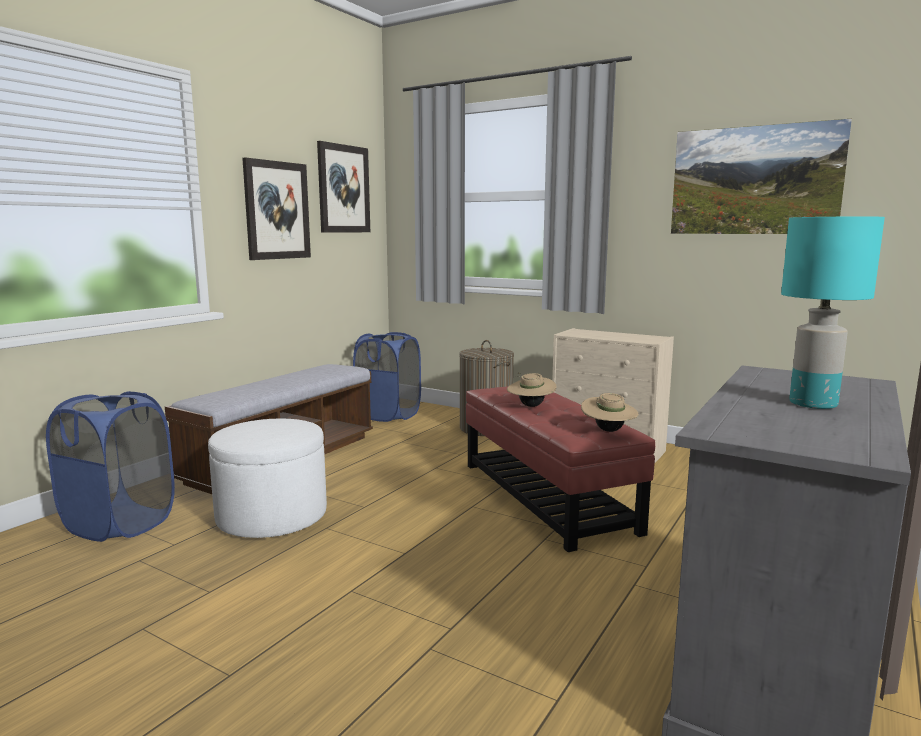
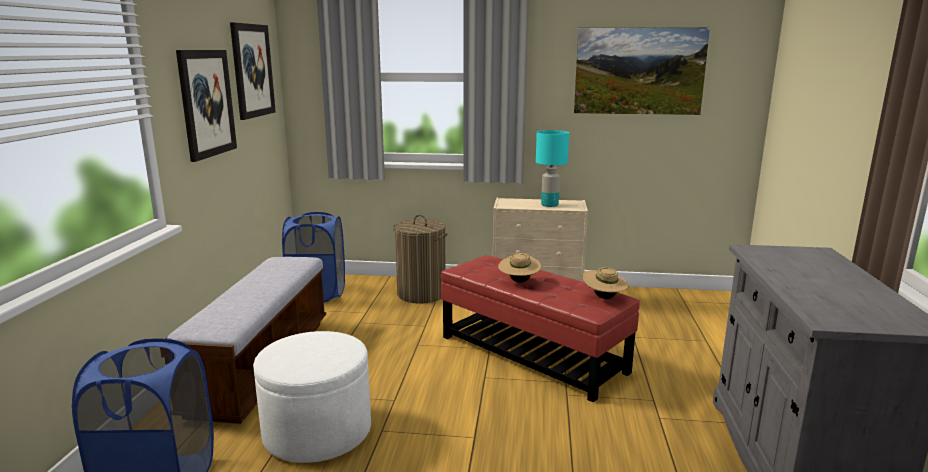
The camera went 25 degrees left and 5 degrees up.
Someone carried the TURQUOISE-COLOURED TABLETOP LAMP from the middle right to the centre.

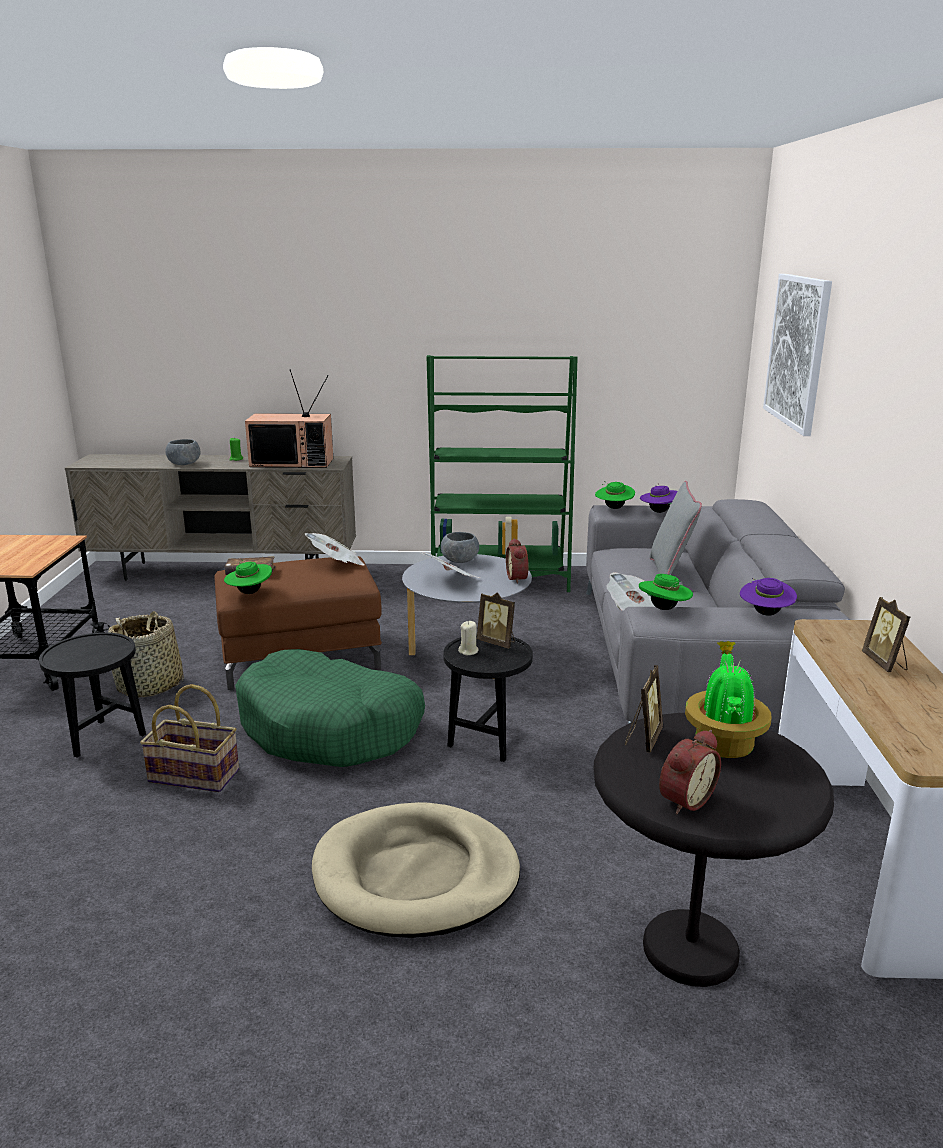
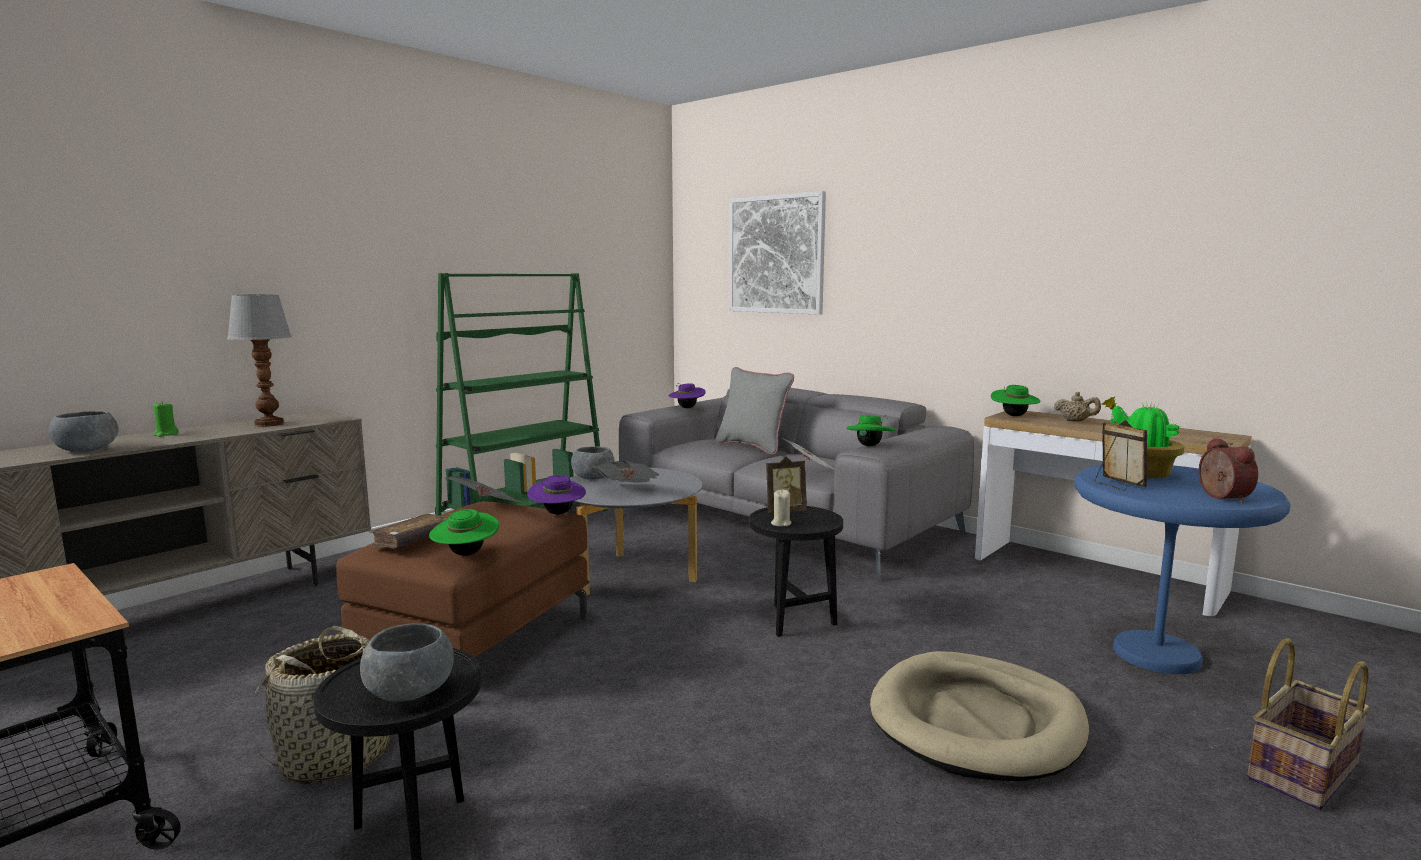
The camera went 50 degrees left and 10 degrees down.
Someone took away the GREENISH DOG BED at the centre.
Someone took away the BEDSIDE CLOCK (1st from left) at the centre.
Someone put down the GREY SERVING BOWL (2nd from left) at the bottom left.
Someone carried the HOUSEHOLD BASKET (2nd from left) from the middle left to the bottom right.
Someone carried the GREENISH WEARABLE HAT (2nd from left in the first image) from the centre to the middle right.
Someone carried the PURPLE WEARABLE HAT (2nd from left in the first image) from the middle right to the centre.
Someone swapped the TELEVISION at the middle left for the TABLETOP LAMP at the middle left.
Someone swapped the STANDING FRAME (3rd from left) at the middle right for the BEIGE-COLOURED TEAPOT at the middle right.
Someone repainted the BLACKISH SIDE TABLE (3rd from left) at the bottom right, which became the BLUE-COLOURED SIDE TABLE at the middle right.

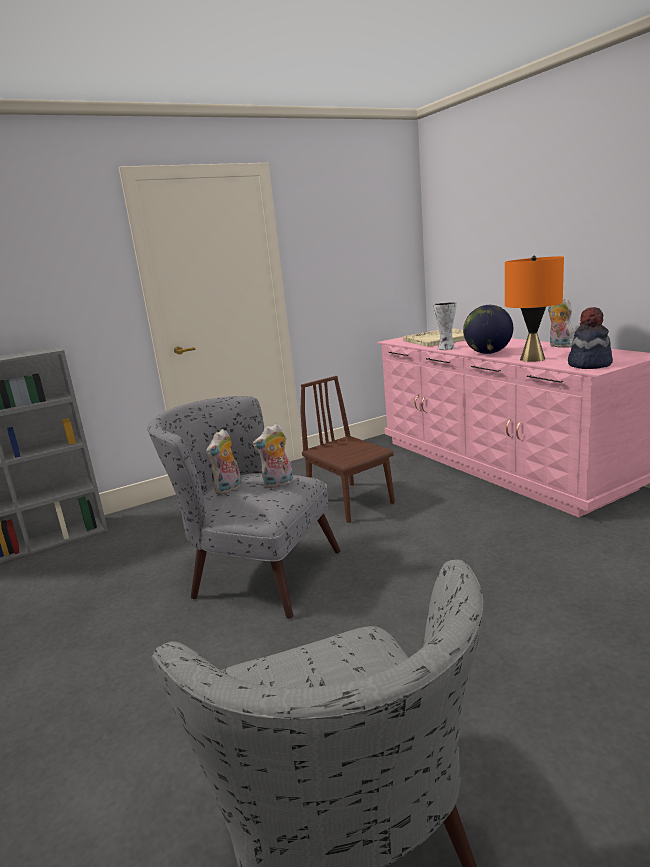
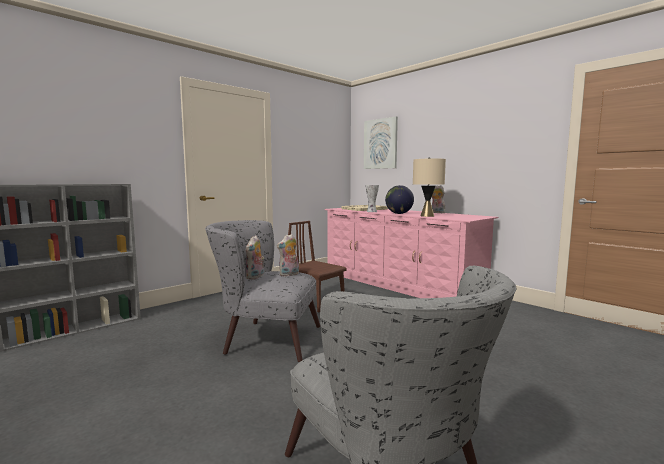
The camera went 15 degrees left and 10 degrees down.
Someone took away the WEARABLE HAT at the middle right.
Someone put up the WALL ART at the top centre.
Someone repainted the ORANGE-COLOURED TABLETOP LAMP at the middle right, which became the BEIGE-COLOURED TABLETOP LAMP at the centre.

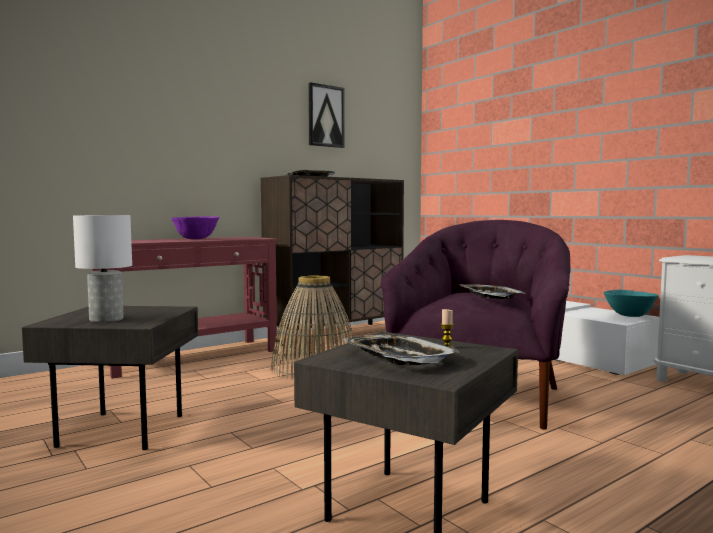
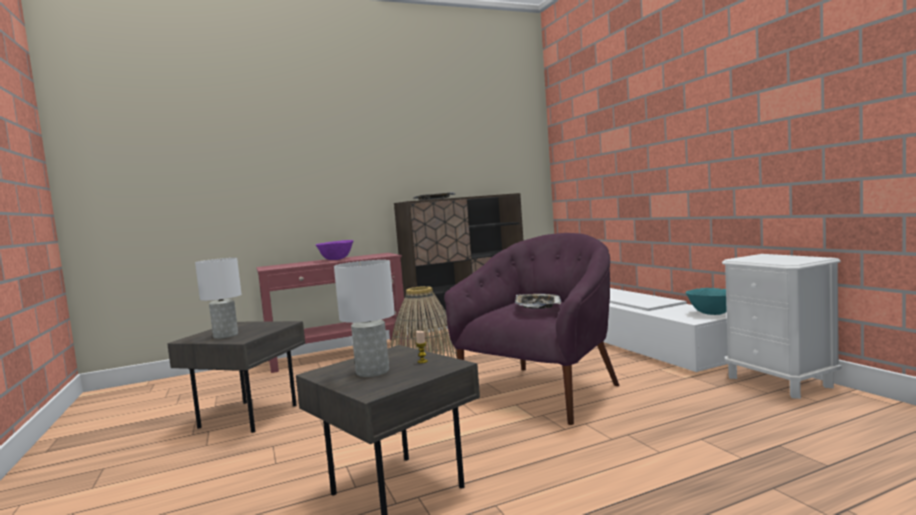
The camera went 15 degrees right and 0 degrees up.
Someone took away the WALL ART at the top centre.
Someone swapped the TRAY (2nd from left) at the centre for the WHITISH TABLETOP LAMP (2nd from left) at the centre.

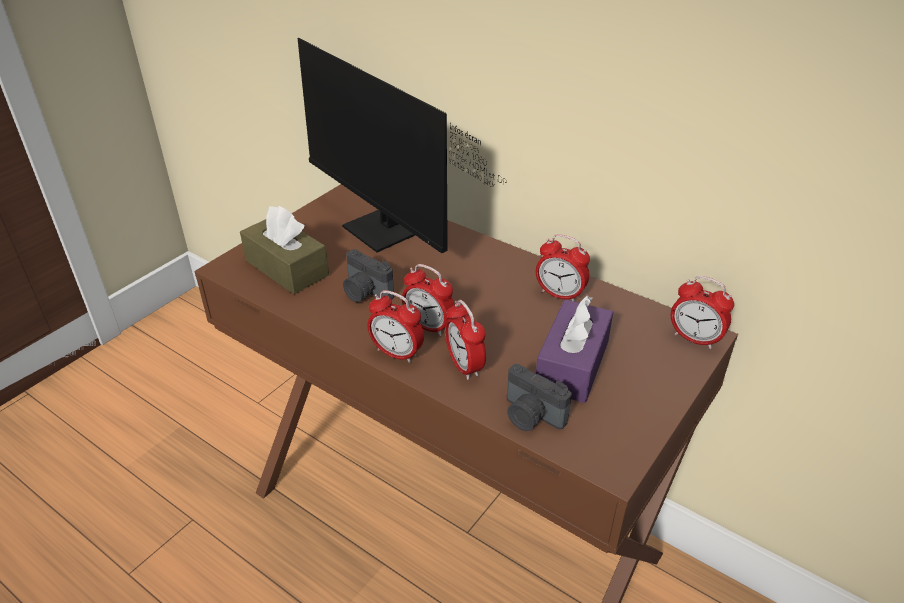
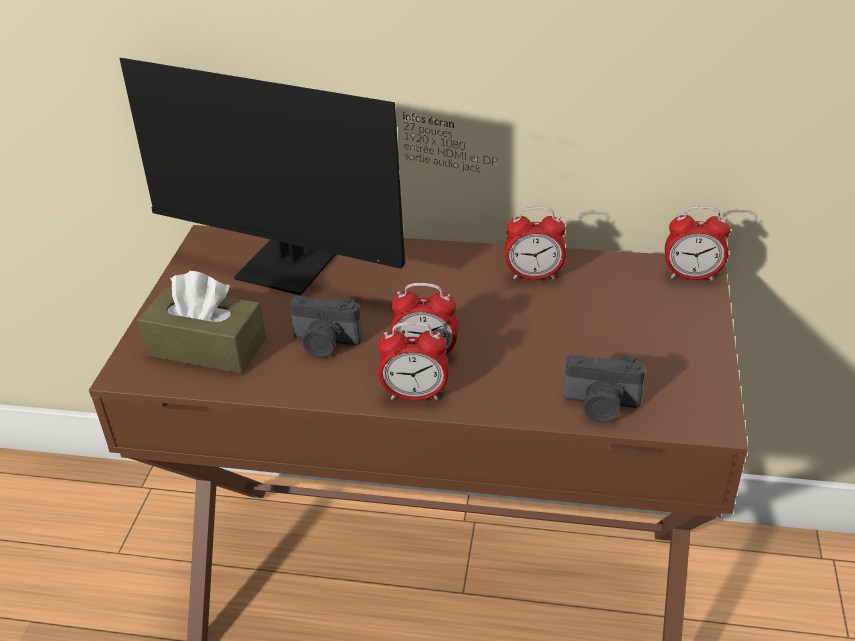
The camera went 25 degrees left and 0 degrees up.
Someone took away the BEDSIDE CLOCK (3rd from left) at the centre.
Someone took away the PURPLE BOX OF TISSUES at the centre.

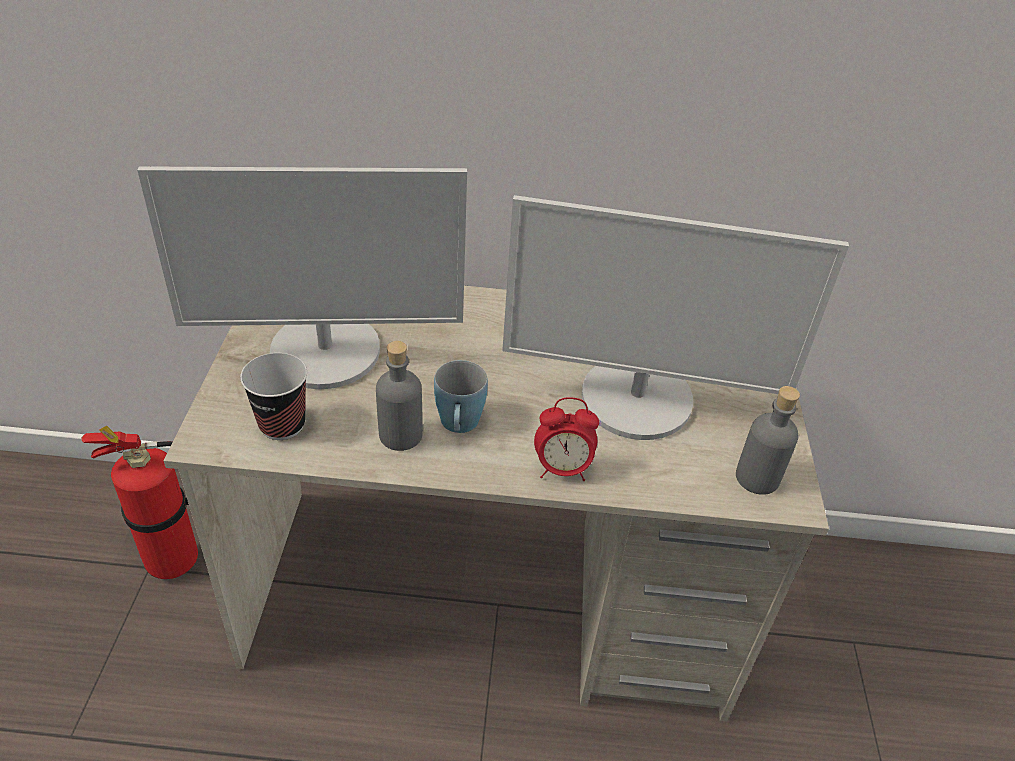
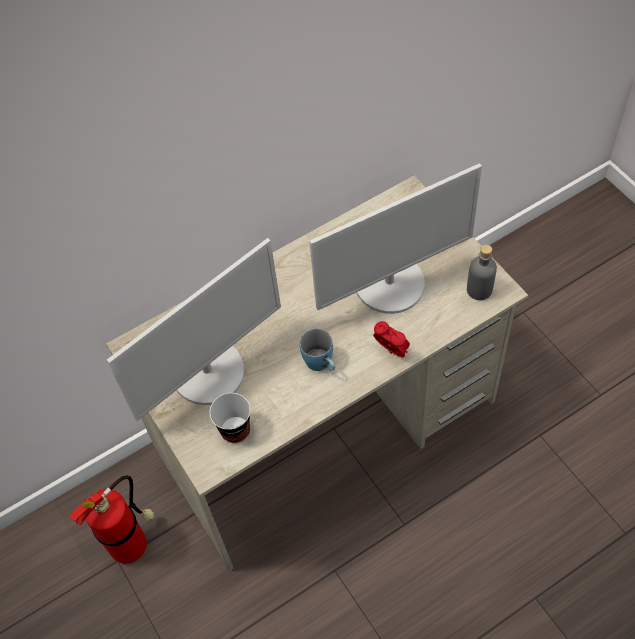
The camera went 30 degrees left and 15 degrees up.
Someone took away the GREY BEVERAGE BOTTLE (1st from left) at the centre.
Someone rotated the BEDSIDE CLOCK at the centre by 105 degrees counterclockwise.

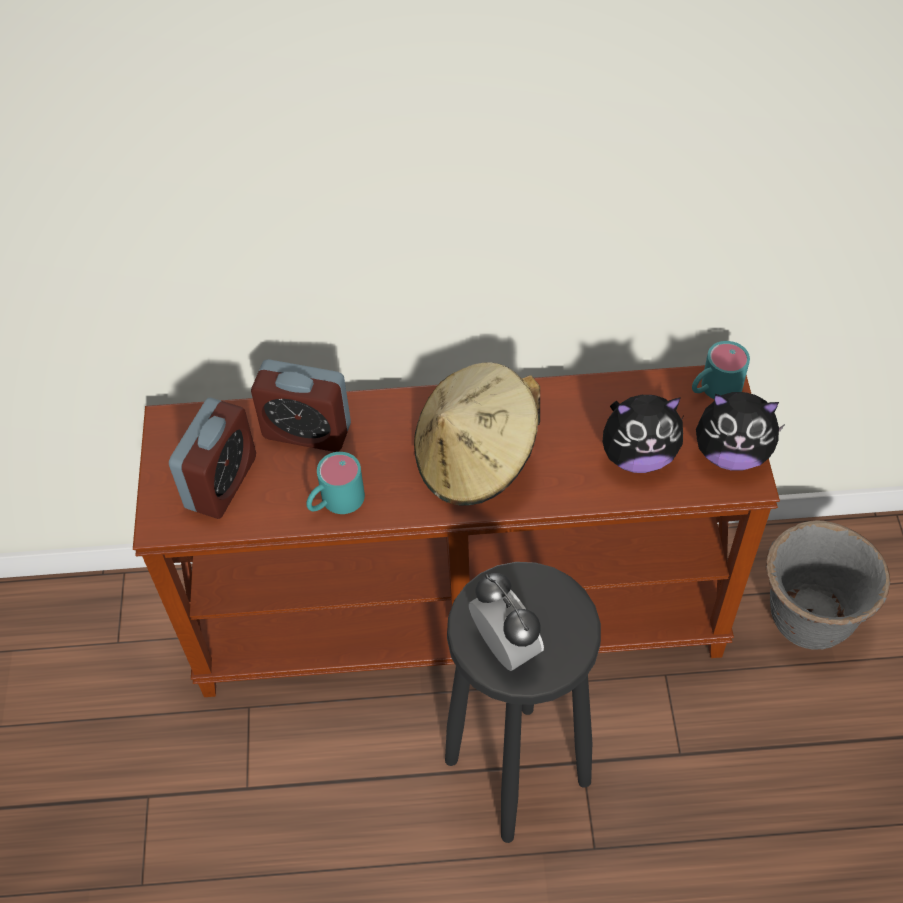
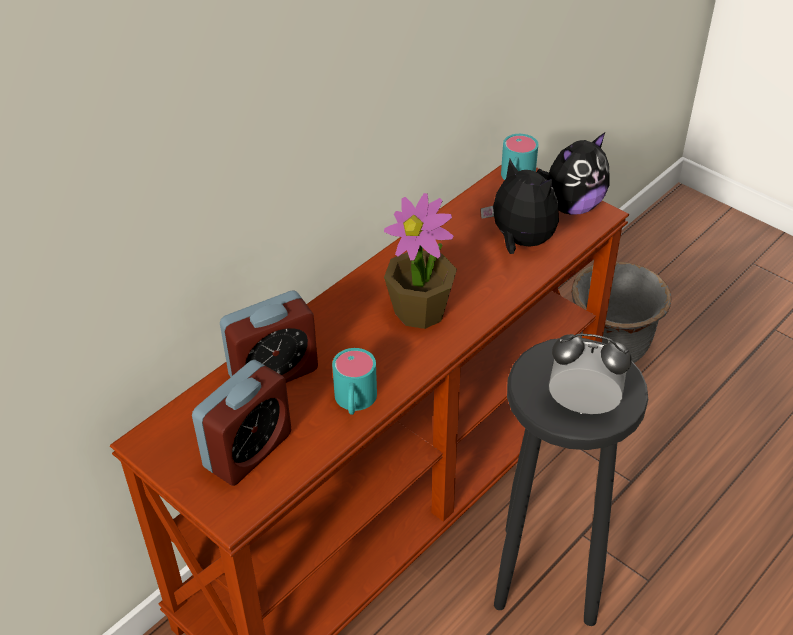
The camera went 45 degrees left and 10 degrees down.
Someone swapped the BEIGE-COLOURED WEARABLE HAT at the centre for the POTTED PLANT at the centre.
Someone rotated the BEDSIDE CLOCK (1st from left) at the middle left by 60 degrees clockwise.
Someone rotated the SOFT TOY (1st from left) at the middle right by 90 degrees counterclockwise.

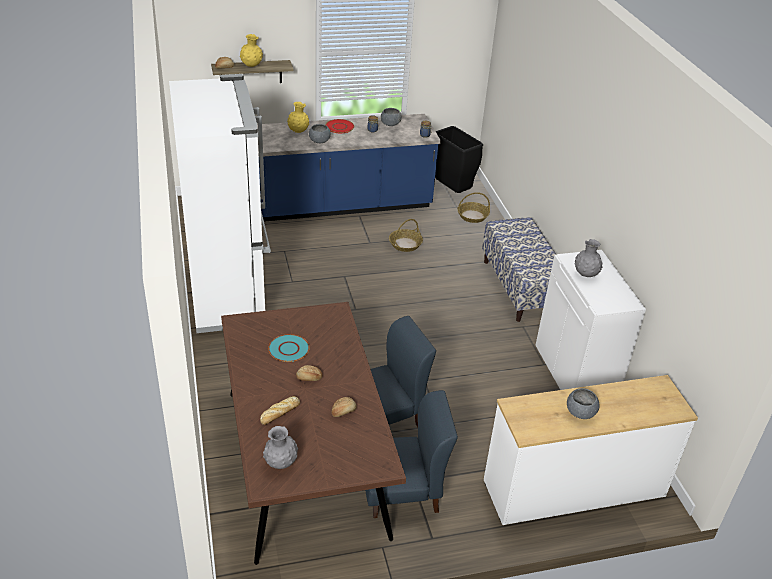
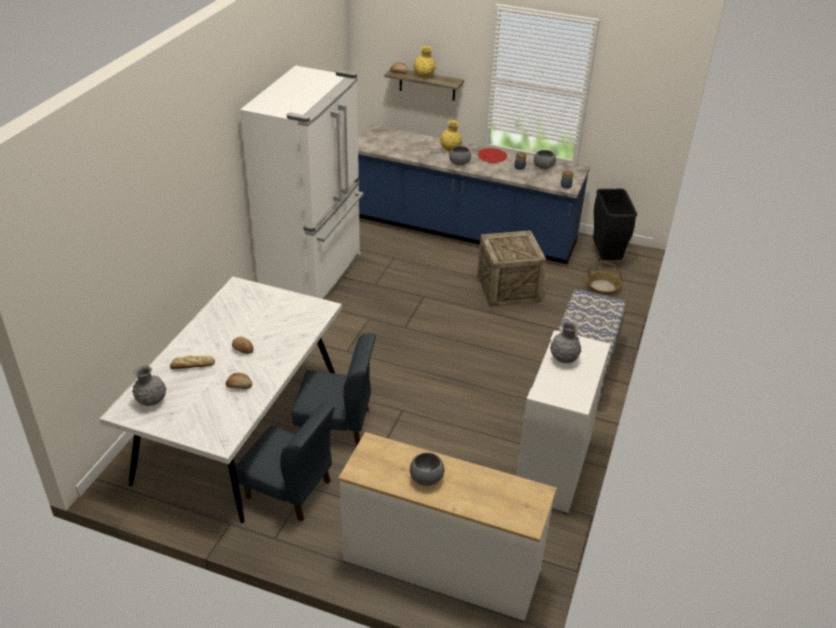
The camera went 35 degrees right and 0 degrees up.
Someone took away the TURQUOISE-COLOURED PLATE at the centre.
Someone swapped the HOUSEHOLD BASKET (1st from left) at the centre for the PACKING CRATE at the centre.
Someone repainted the BROWN-COLOURED DINING TABLE at the bottom centre, which became the WHITISH DINING TABLE at the middle left.

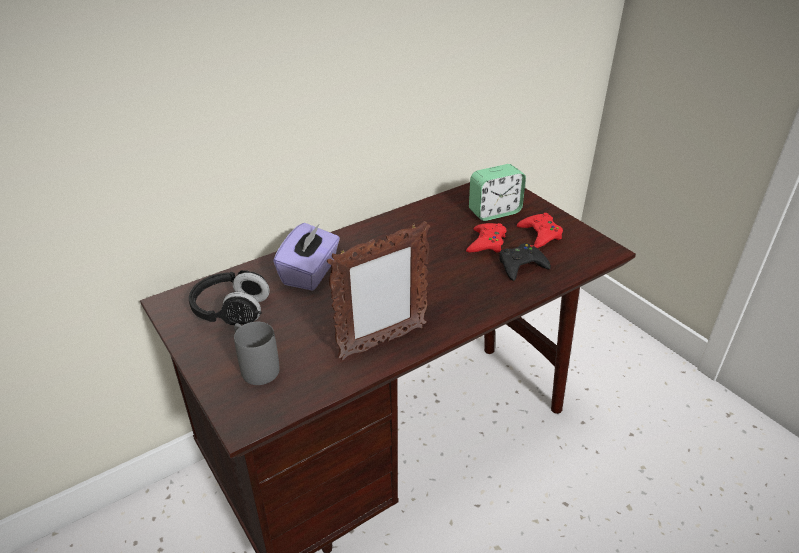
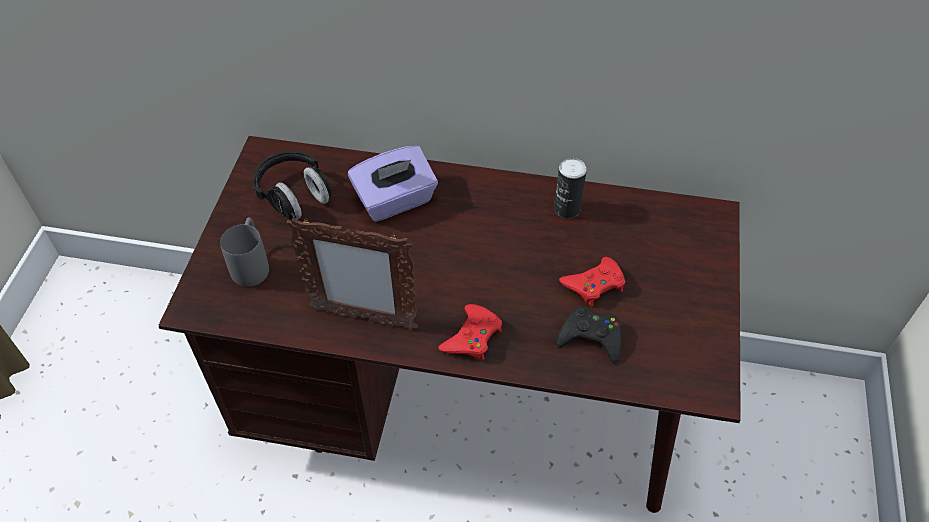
The camera went 45 degrees right and 15 degrees up.
Someone took away the BEDSIDE CLOCK at the centre.
Someone put down the METAL CAN at the centre.
Someone carried the RED-COLOURED GAMEPAD (2nd from left in the first image) from the middle right to the centre.

